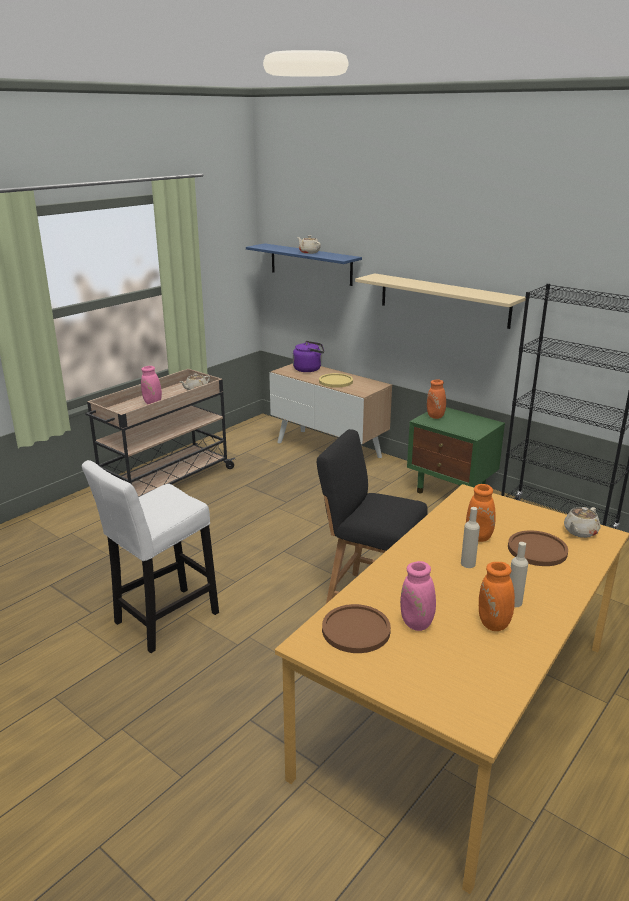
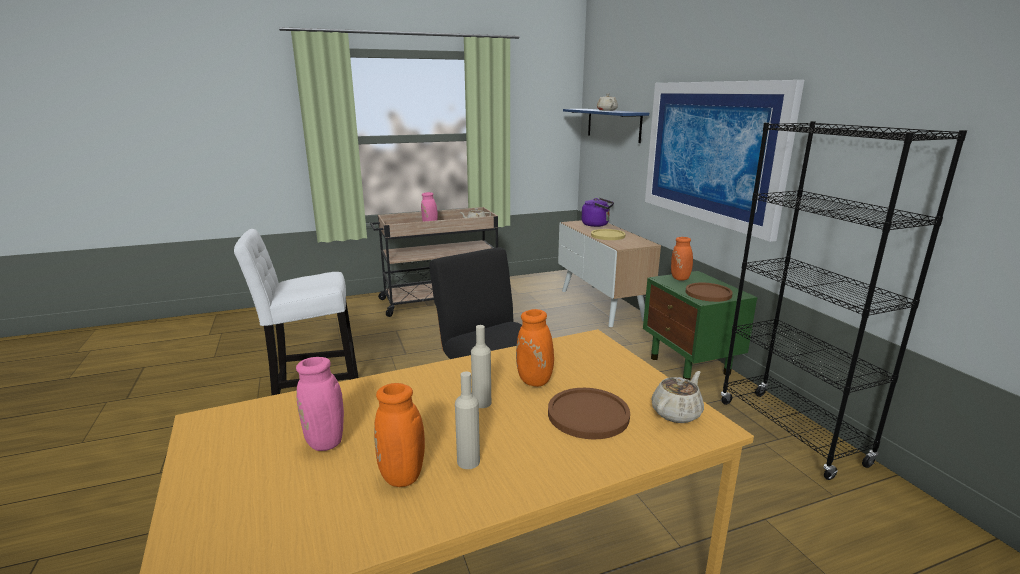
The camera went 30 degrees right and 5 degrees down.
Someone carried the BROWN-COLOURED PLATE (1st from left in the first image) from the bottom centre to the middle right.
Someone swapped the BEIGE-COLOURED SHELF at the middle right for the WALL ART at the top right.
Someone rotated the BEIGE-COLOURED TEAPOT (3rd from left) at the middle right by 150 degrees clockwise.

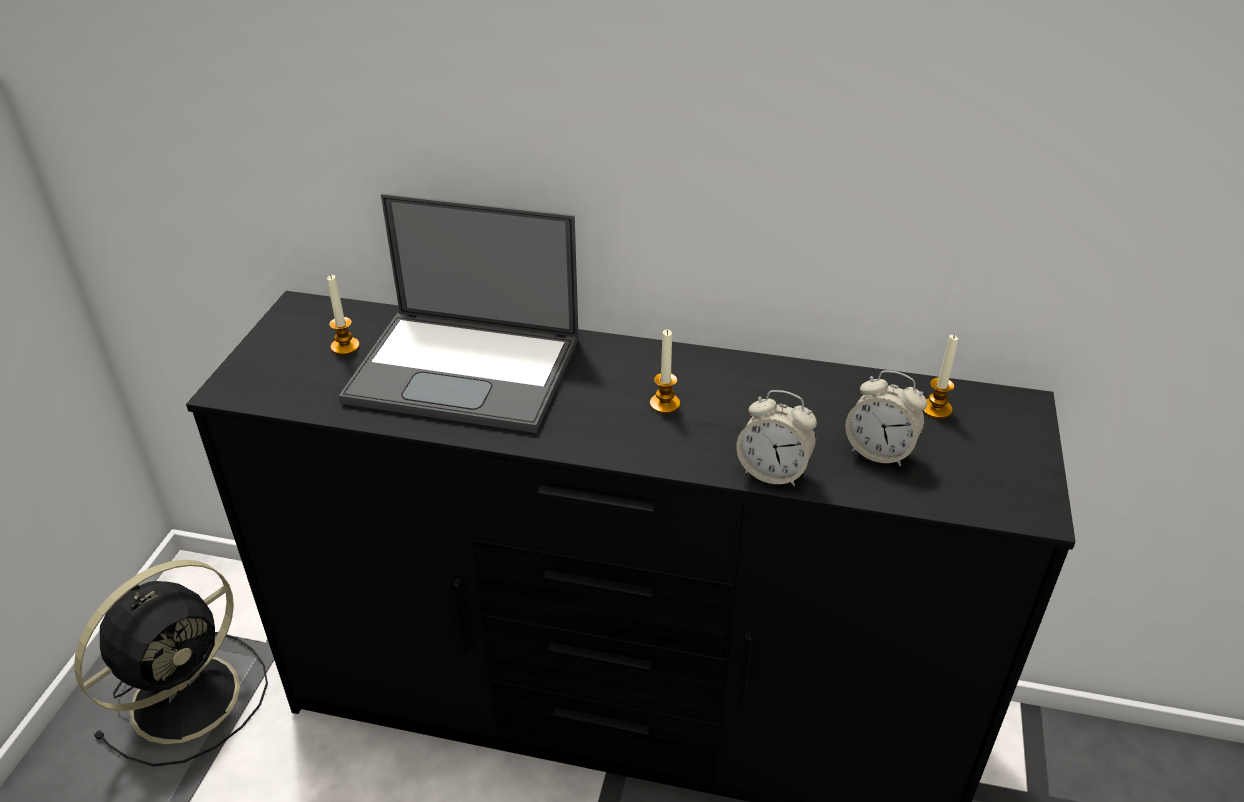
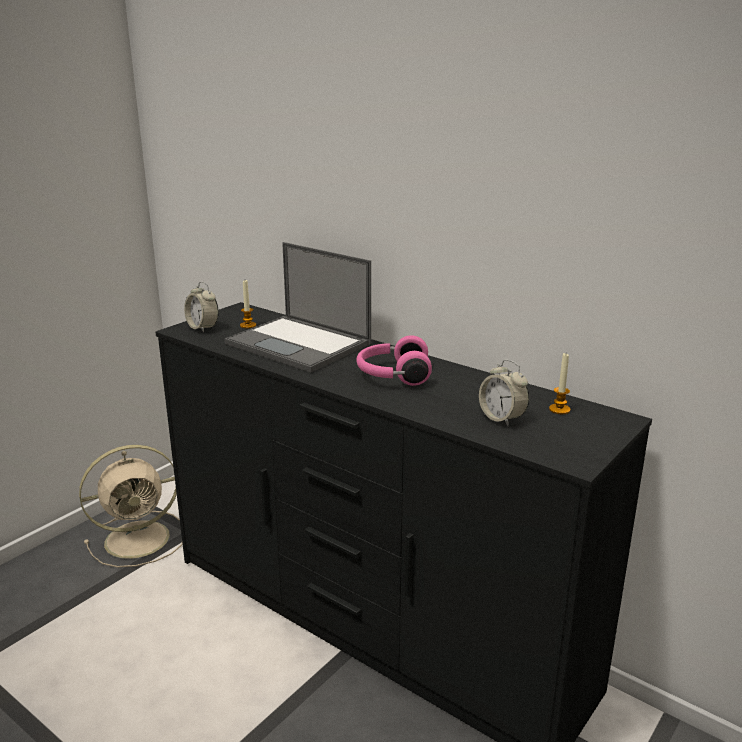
The camera went 25 degrees right and 15 degrees down.
Someone carried the BEDSIDE CLOCK (1st from left) from the centre to the middle left.
Someone swapped the WAX CANDLE (2nd from left) at the centre for the PINK PAIR OF HEADPHONES at the centre.
Someone repainted the BLACKISH FAN at the bottom left, which became the BEIGE-COLOURED FAN at the bottom left.

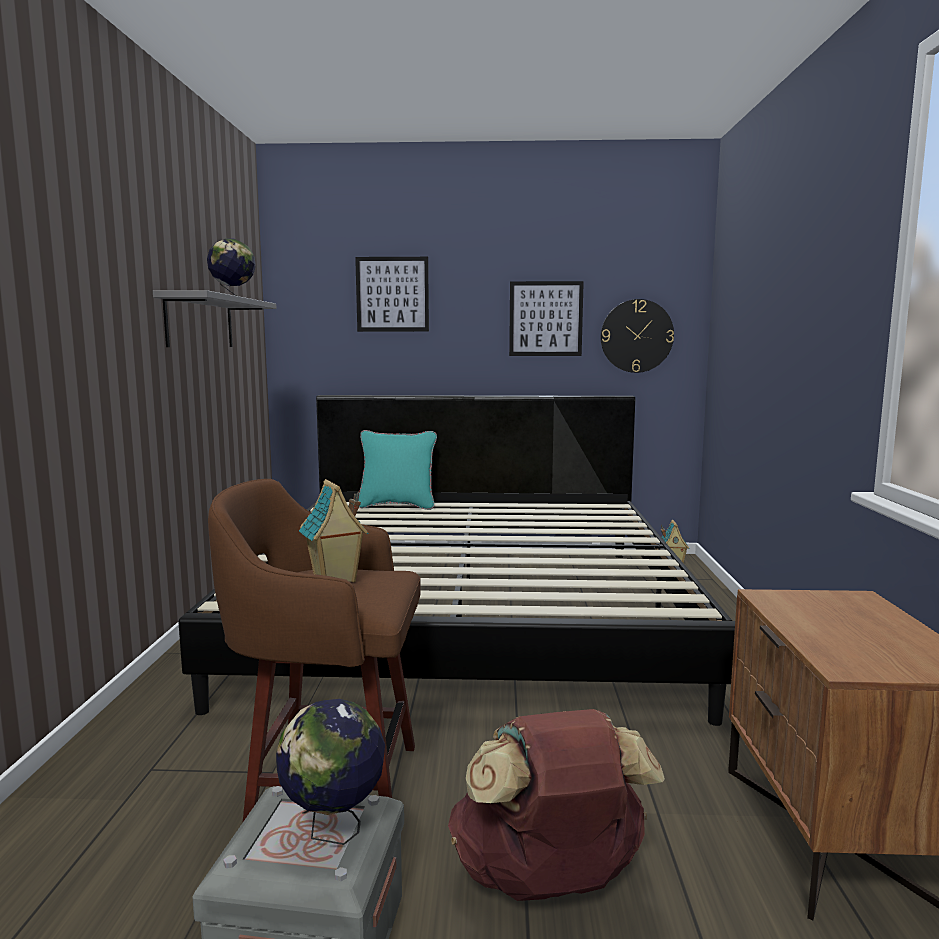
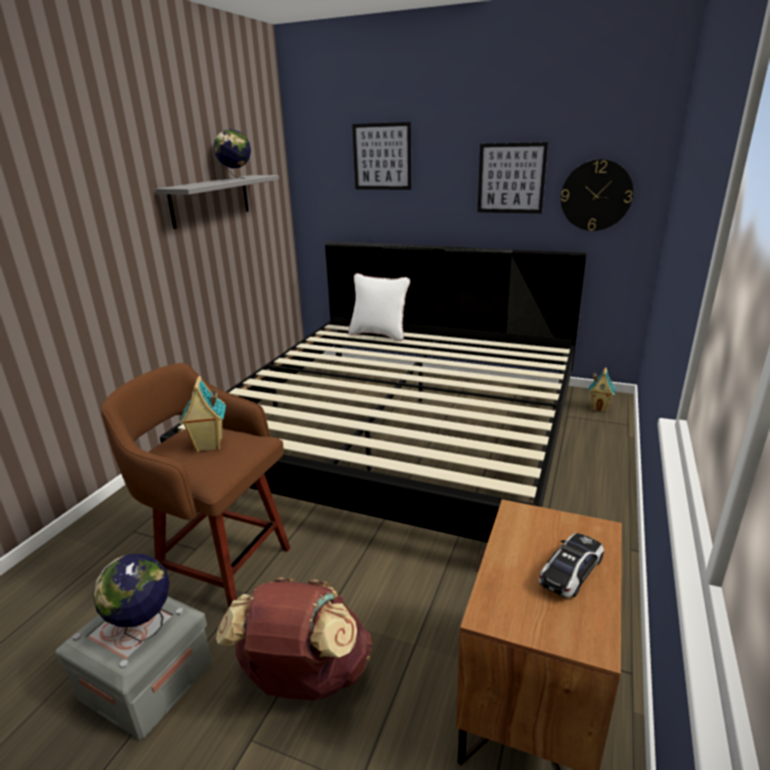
The camera went 20 degrees right and 15 degrees up.
Someone put down the TOY CAR at the bottom right.
Someone repainted the TURQUOISE-COLOURED PILLOW at the centre, which became the WHITISH PILLOW at the centre.

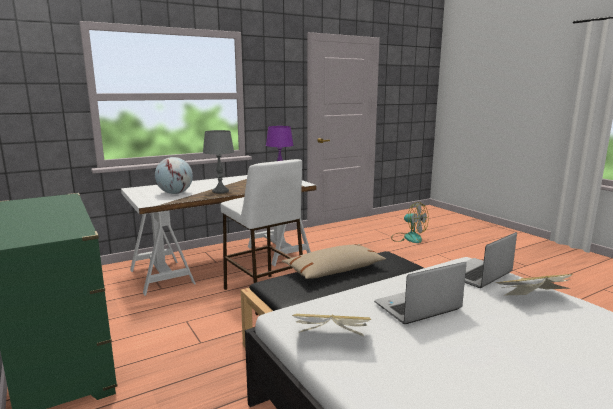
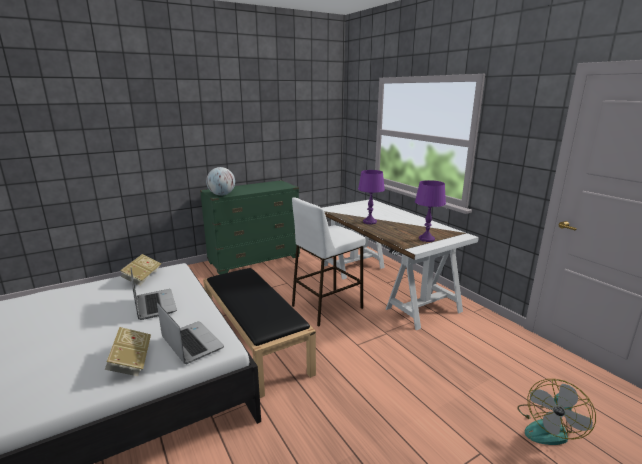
The camera went 90 degrees right and 5 degrees up.
Someone took away the BEIGE-COLOURED PILLOW at the centre.
Someone carried the GLOBE from the middle left to the centre.
Someone repainted the GREY TABLETOP LAMP at the centre, which became the PURPLE TABLETOP LAMP (1st from left) at the centre.

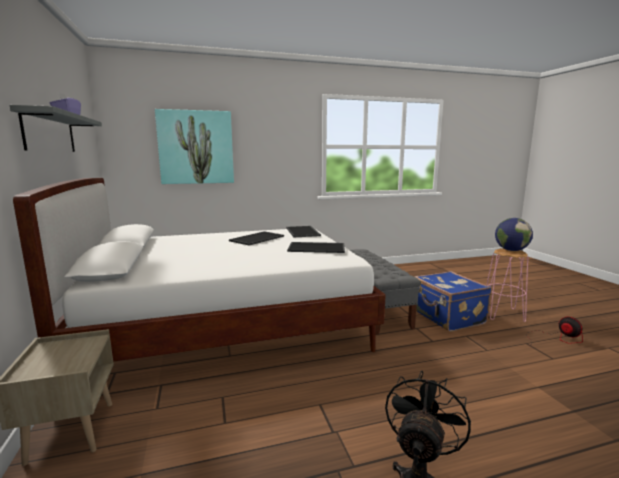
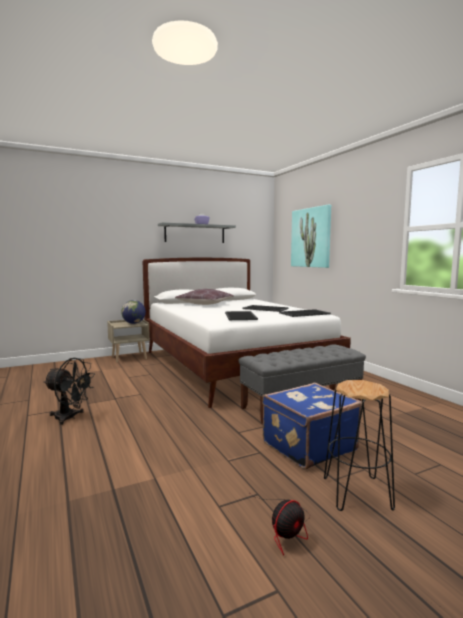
The camera went 80 degrees right and 5 degrees down.
Someone put down the BROWN-COLOURED PILLOW at the centre.
Someone carried the GLOBE from the middle right to the middle left.
Someone repainted the PINK SITTING STOOL at the middle right, which became the BLACKISH SITTING STOOL at the bottom right.

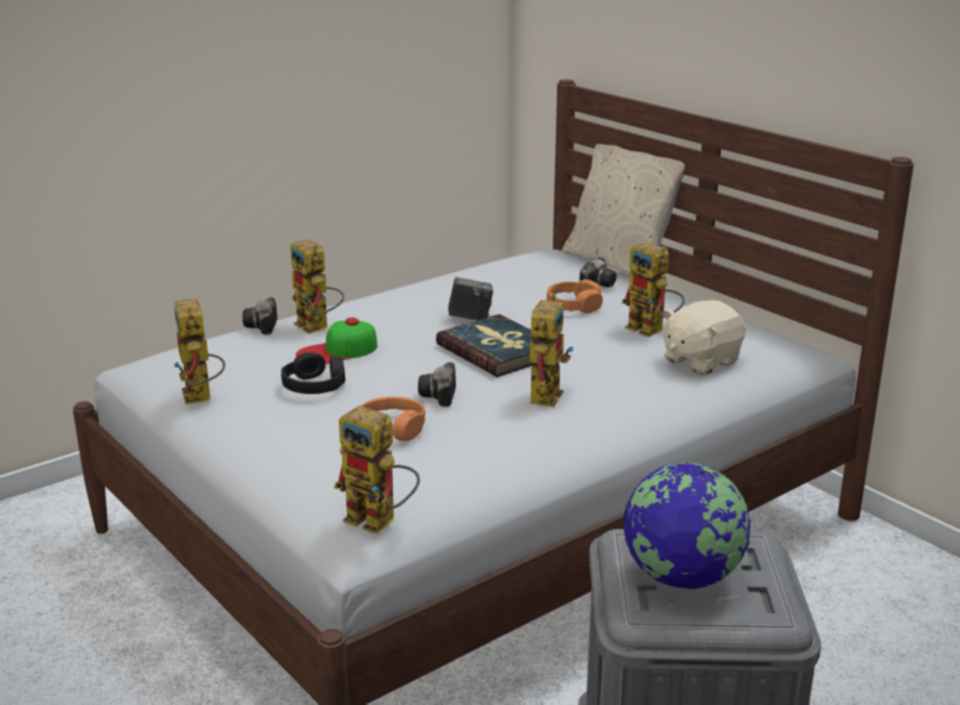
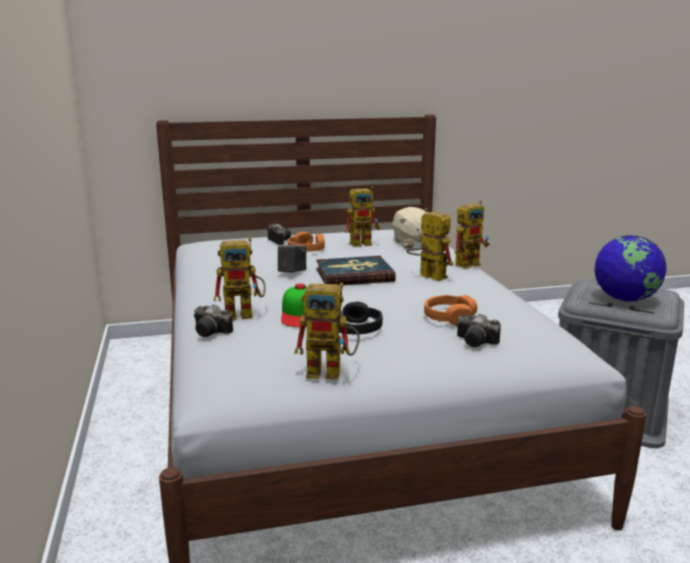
The camera went 65 degrees left and 5 degrees down.
Someone took away the BEIGE-COLOURED PILLOW at the top centre.
Someone carried the MODEL ROBOT (3rd from left in the first image) from the bottom centre to the middle right.
Someone carried the STILL CAMERA (2nd from left in the first image) from the centre to the middle right.

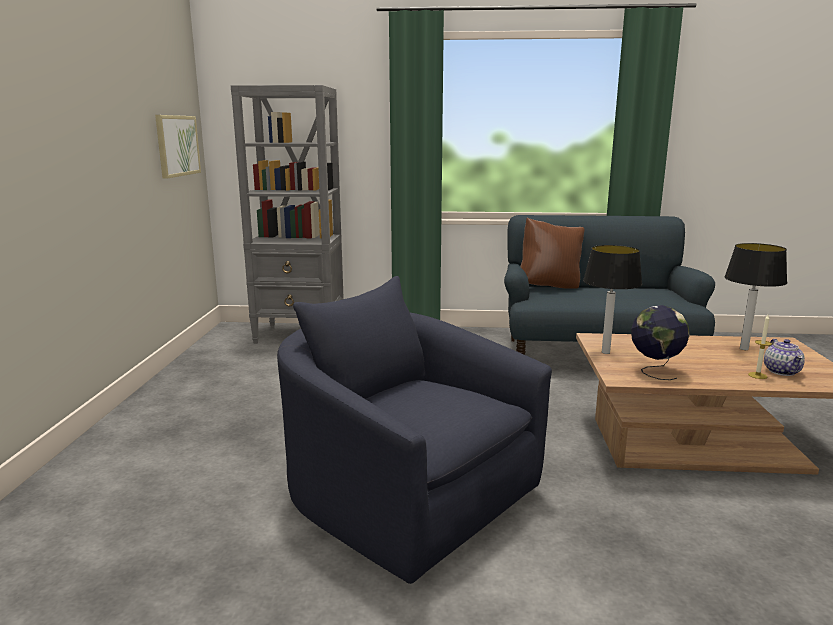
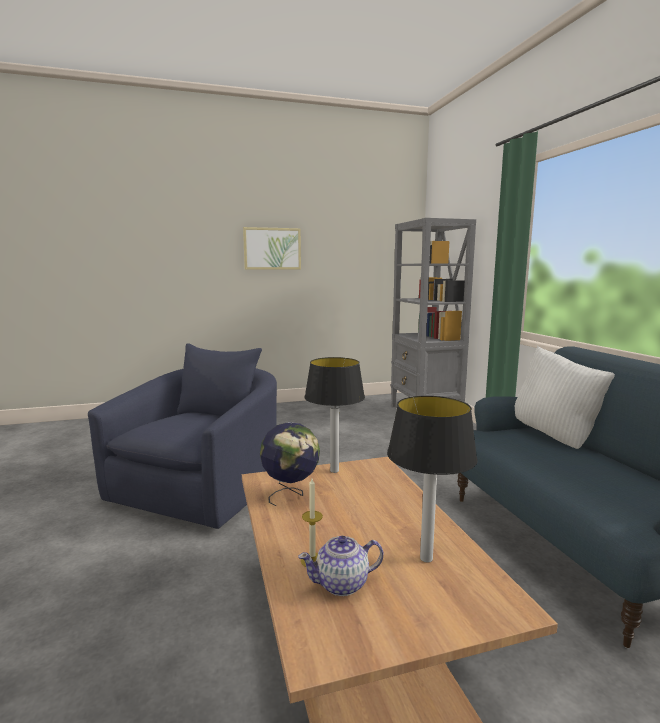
The camera went 70 degrees right and 5 degrees down.
Someone carried the WALL ART from the top left to the centre.
Someone repainted the BROWN-COLOURED PILLOW at the centre, which became the WHITISH PILLOW at the middle right.

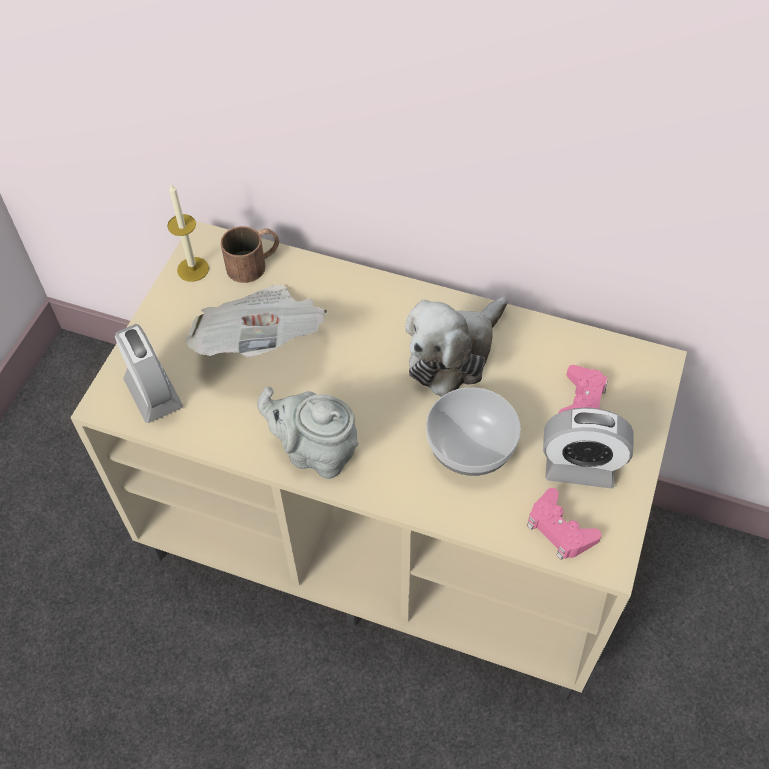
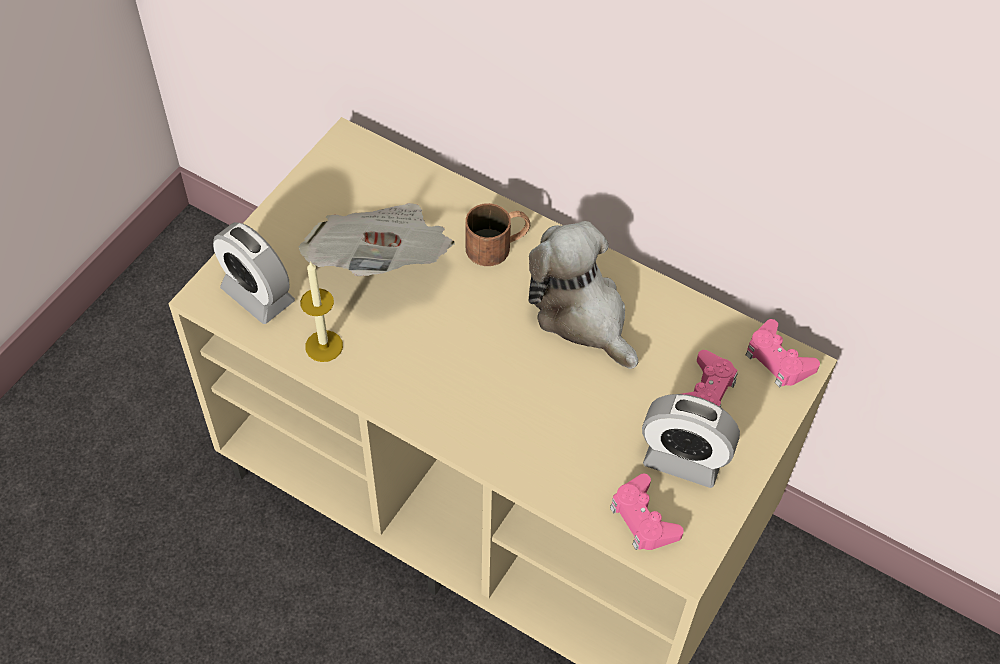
The camera went 10 degrees right and 0 degrees up.
Someone took away the GREY TEAPOT at the centre.
Someone took away the SERVING BOWL at the centre.
Someone put down the PINK GAMEPAD (3rd from left) at the middle right.
Someone carried the WAX CANDLE from the top left to the middle left.
Someone carried the BROWN-COLOURED MUG from the top left to the centre.
Someone rotated the BEDSIDE CLOCK (1st from left) at the middle left by 150 degrees clockwise.
Someone rotated the SOFT TOY at the centre by 90 degrees clockwise.

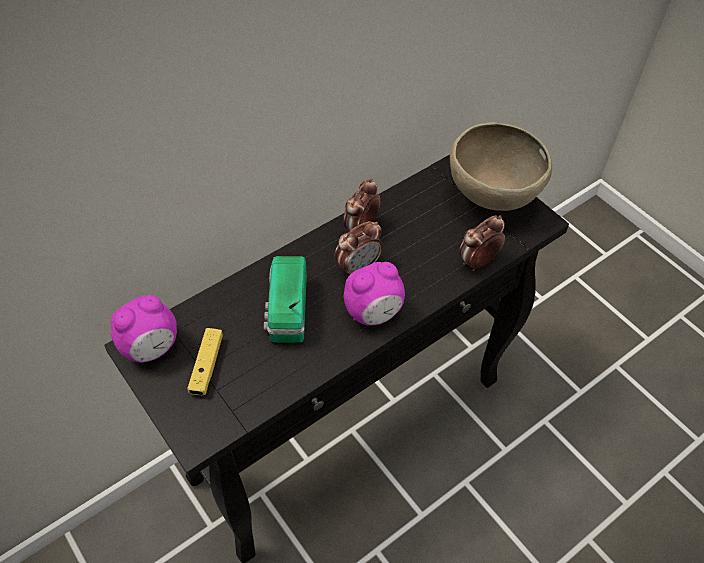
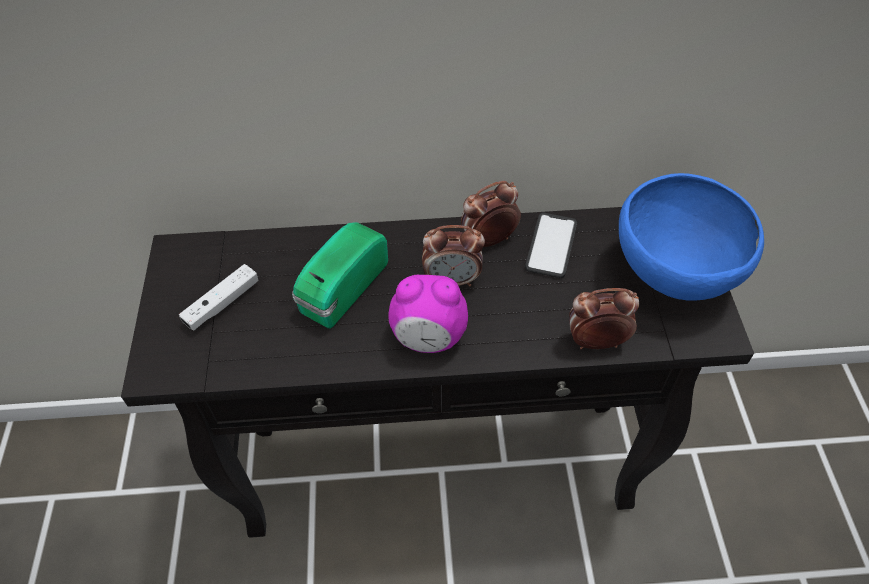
The camera went 35 degrees right and 0 degrees up.
Someone took away the BEDSIDE CLOCK (1st from left) at the middle left.
Someone put down the TELEPHONE at the centre.
Someone repainted the YELLOWISH GAMEPAD at the middle left, which became the WHITISH GAMEPAD at the middle left.
Someone repainted the BROWN-COLOURED SERVING BOWL at the top right, which became the BLUE-COLOURED SERVING BOWL at the middle right.

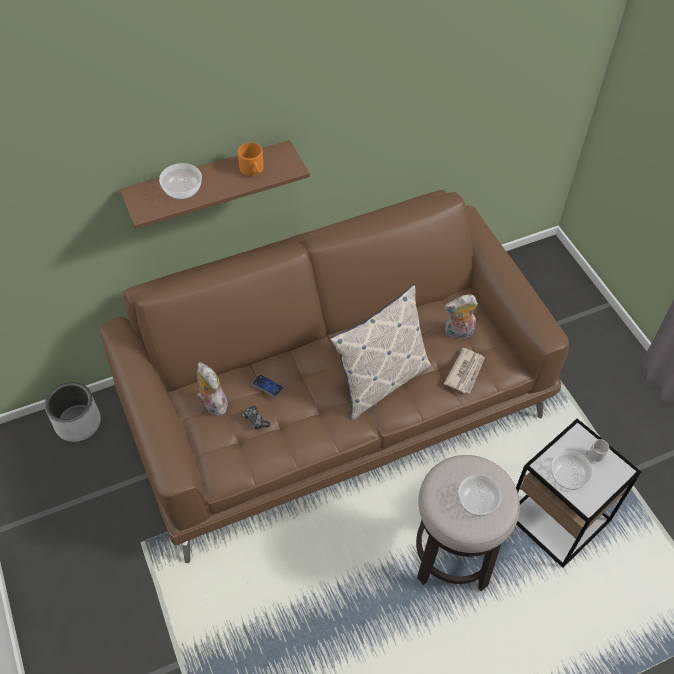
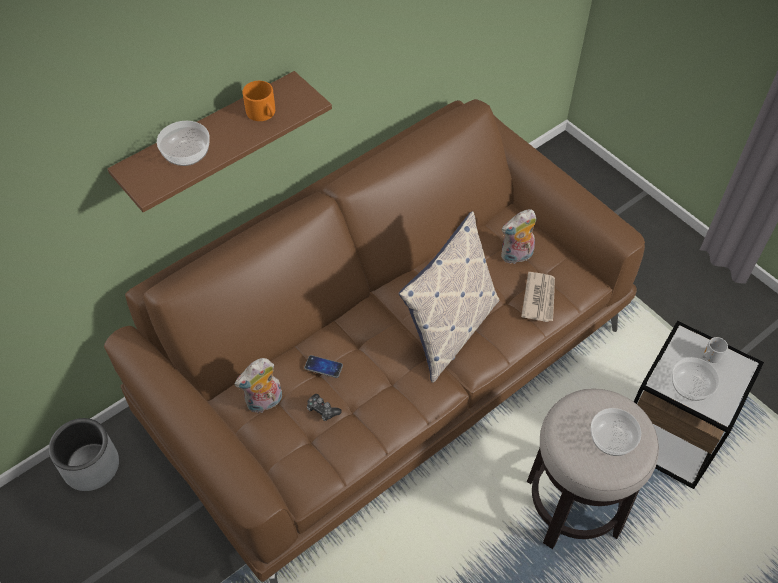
The camera went 15 degrees left and 0 degrees up.
Someone rotated the SOFT TOY (1st from left) at the middle left by 75 degrees counterclockwise.

